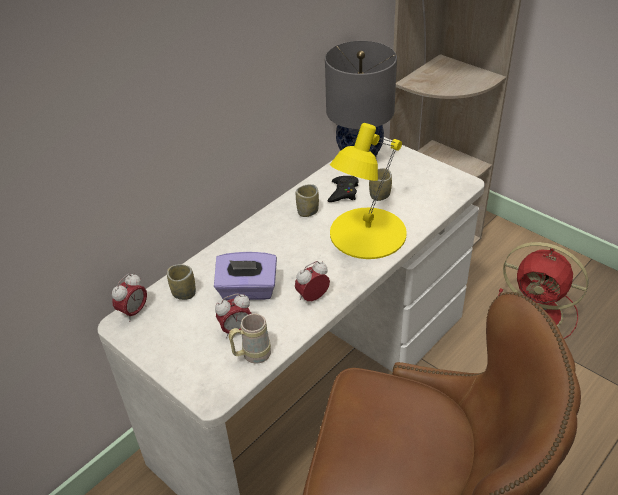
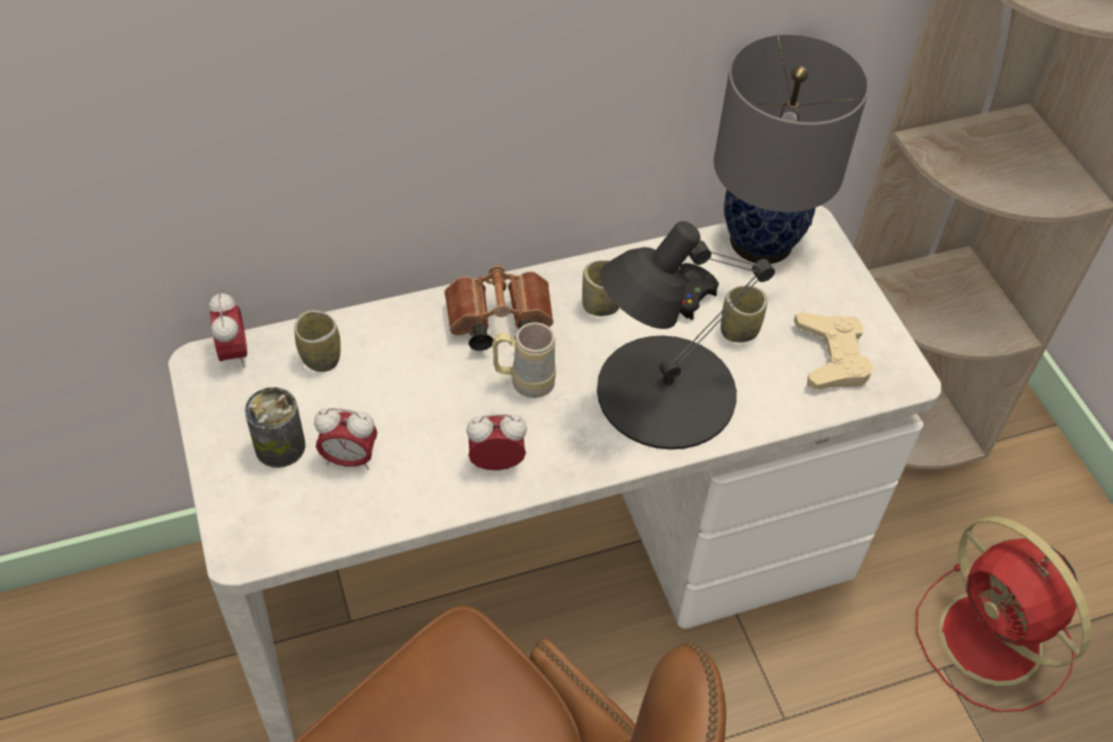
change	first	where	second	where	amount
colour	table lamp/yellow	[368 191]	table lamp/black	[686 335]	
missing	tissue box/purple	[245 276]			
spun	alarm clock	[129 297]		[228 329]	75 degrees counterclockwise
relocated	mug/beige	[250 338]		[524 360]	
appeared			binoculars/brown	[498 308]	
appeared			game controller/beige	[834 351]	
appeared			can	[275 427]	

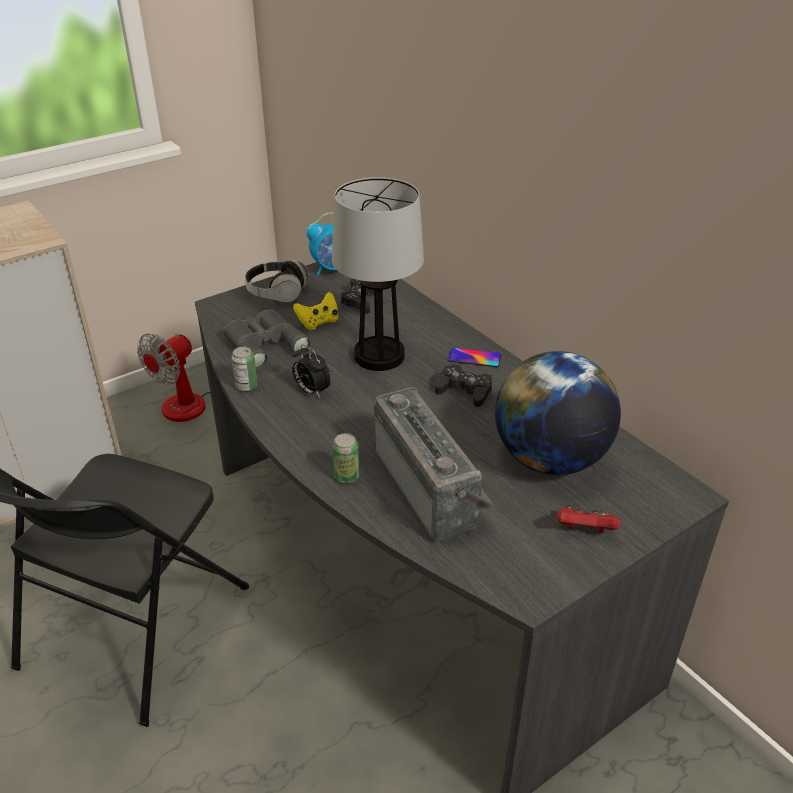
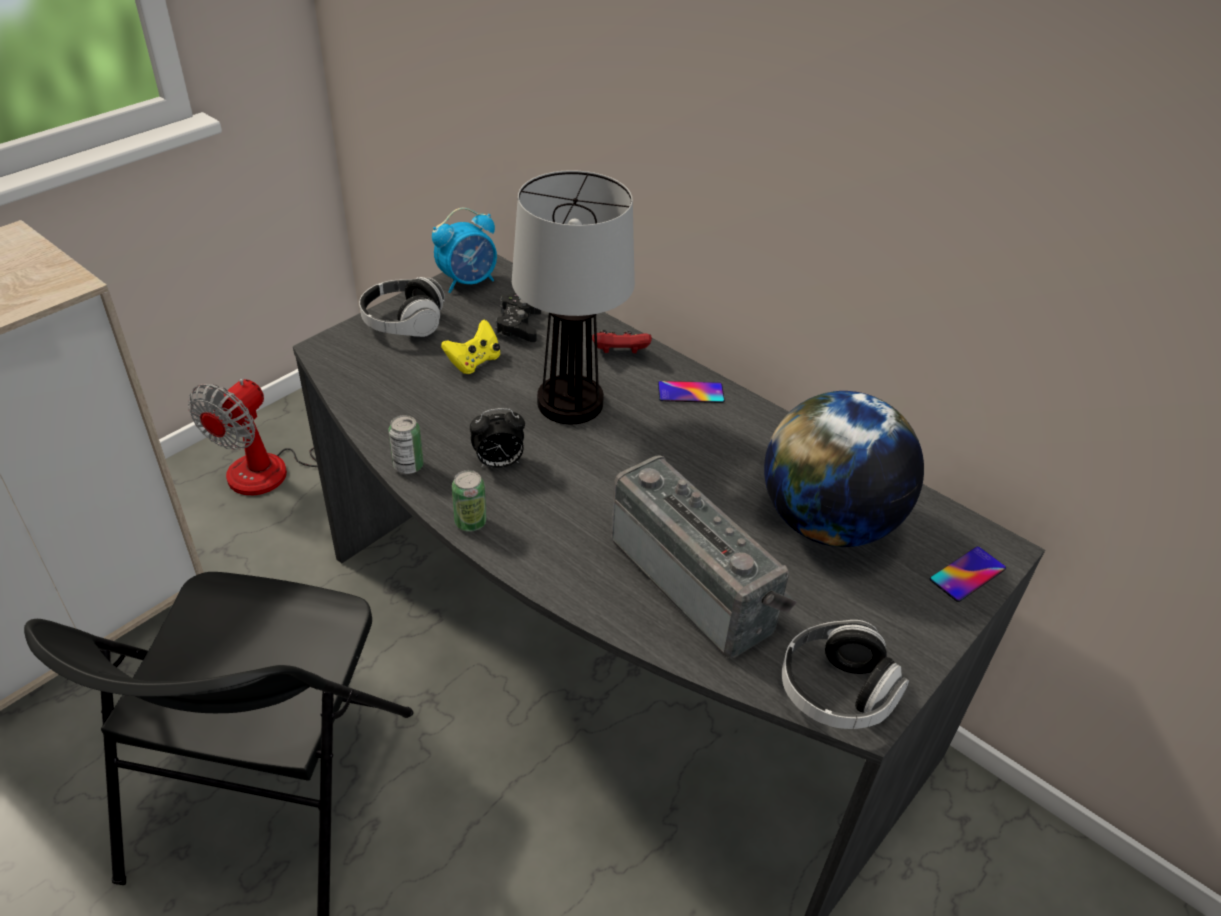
change	first	where	second	where	amount
missing	binoculars/grey	[267 340]			
spun	alarm clock	[311 371]		[497 438]	45 degrees counterclockwise
missing	game controller/black	[463 385]			
relocated	can	[345 458]		[469 501]	
relocated	game controller/red	[589 519]		[622 341]	
appeared			phone	[968 574]	
appeared			headphones	[845 674]	

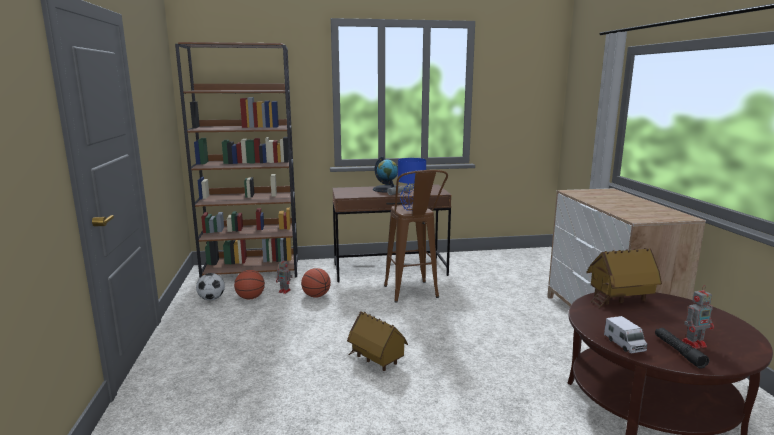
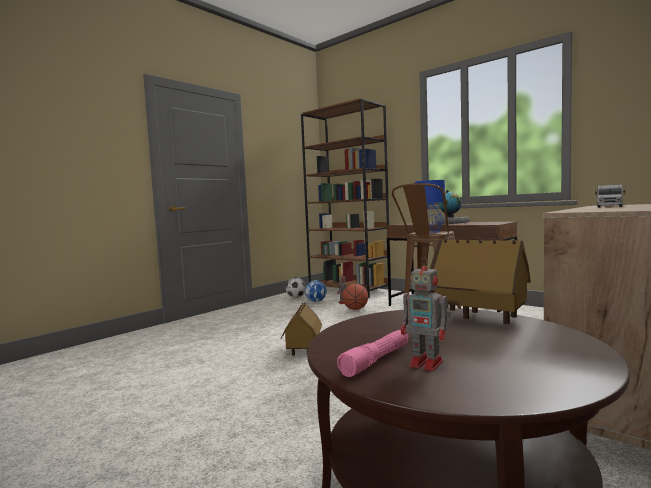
change	first	where	second	where	amount
exchanged	basketball	[249 284]	football	[316 291]	
relocated	toy truck	[625 334]		[610 195]	
colour	flashlight/black	[682 348]	flashlight/pink	[373 353]	

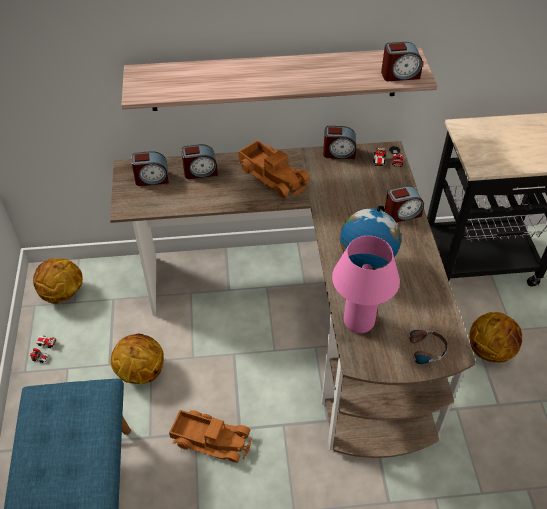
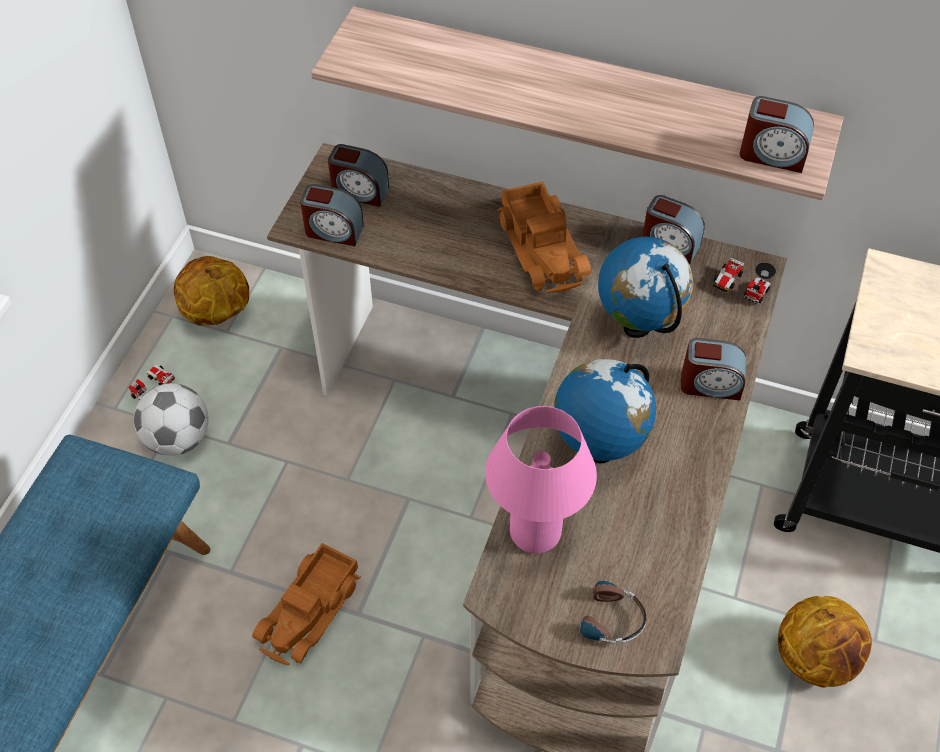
change	first	where	second	where	amount
relocated	alarm clock	[199 161]		[332 215]	
missing	basketball	[137 359]			
spun	toy truck	[210 436]		[306 604]	75 degrees clockwise
appeared			globe	[645 287]	
appeared			football	[171 419]	

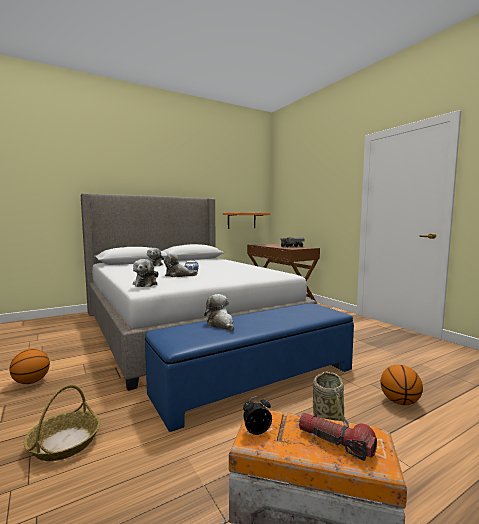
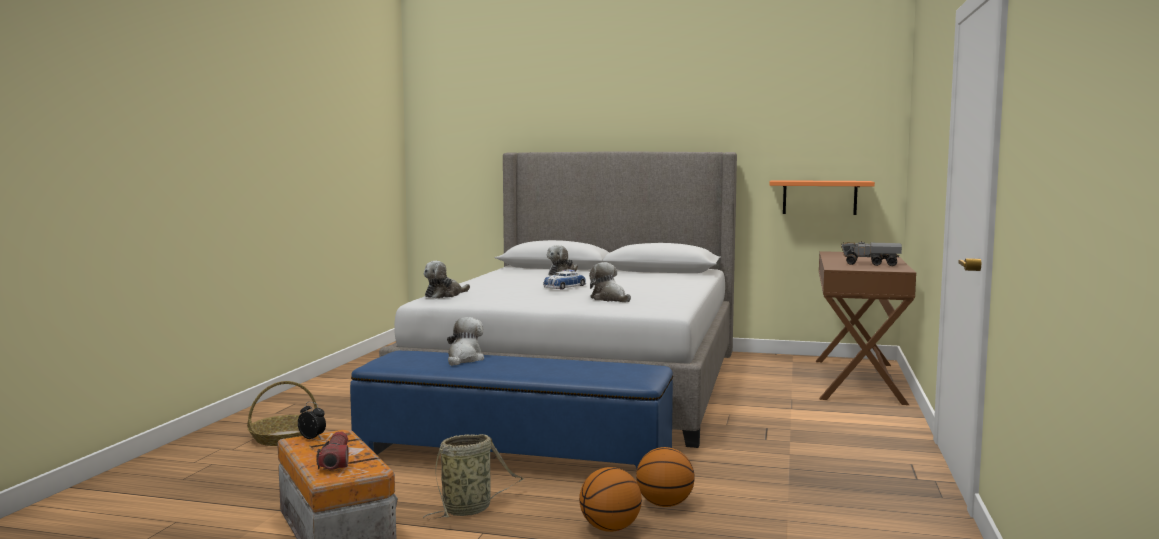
change	first	where	second	where	amount
relocated	plush toy	[181 265]		[610 282]	
relocated	basketball	[29 366]		[665 477]	

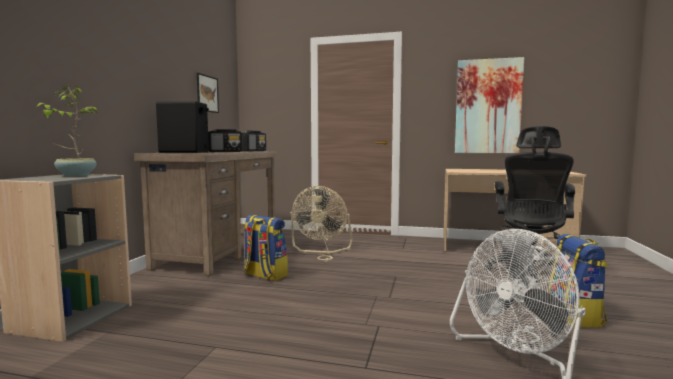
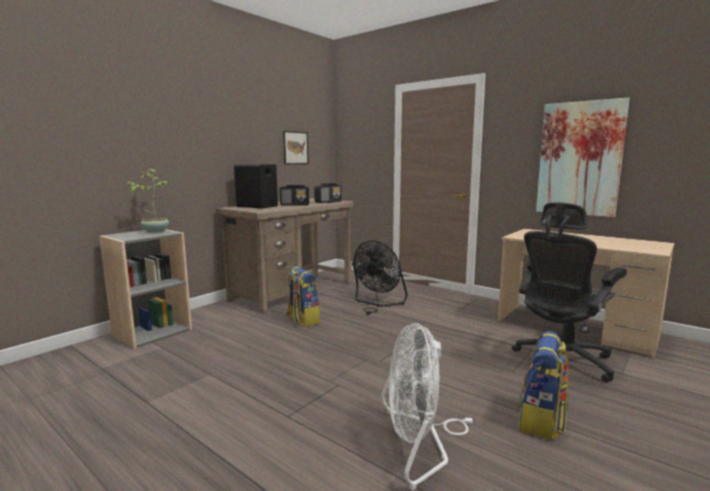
change	first	where	second	where	amount
colour	fan/beige	[321 224]	fan/black	[380 277]	

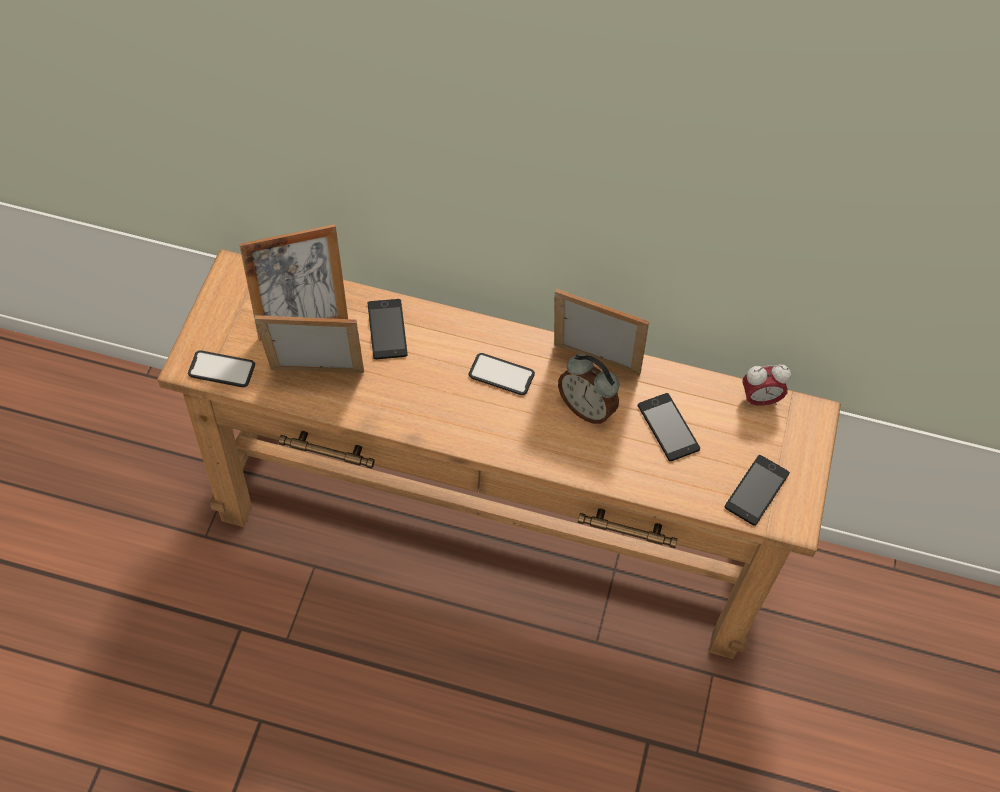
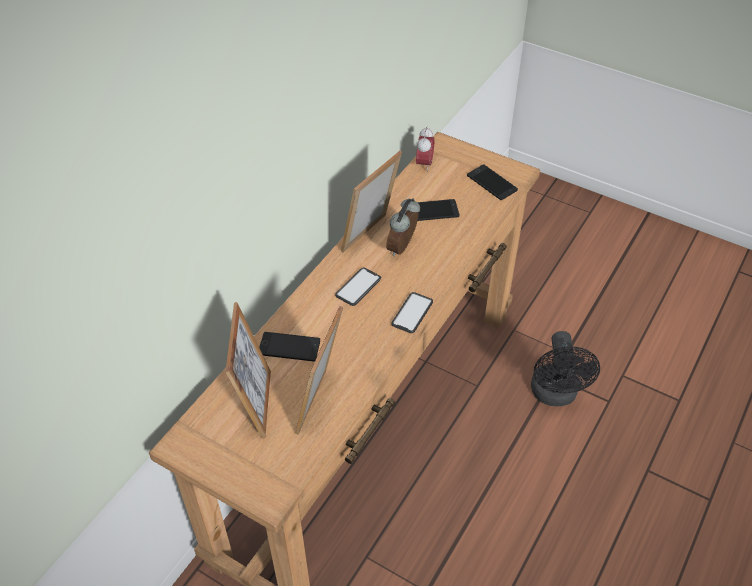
change	first	where	second	where	amount
relocated	phone	[221 368]		[412 312]	
spun	alarm clock	[588 389]		[403 227]	150 degrees clockwise
appeared			fan/black	[565 368]	

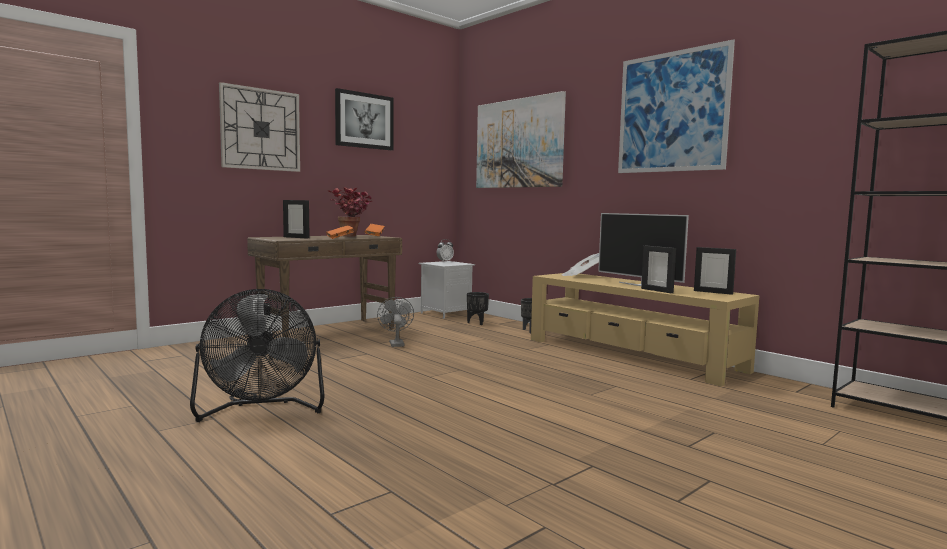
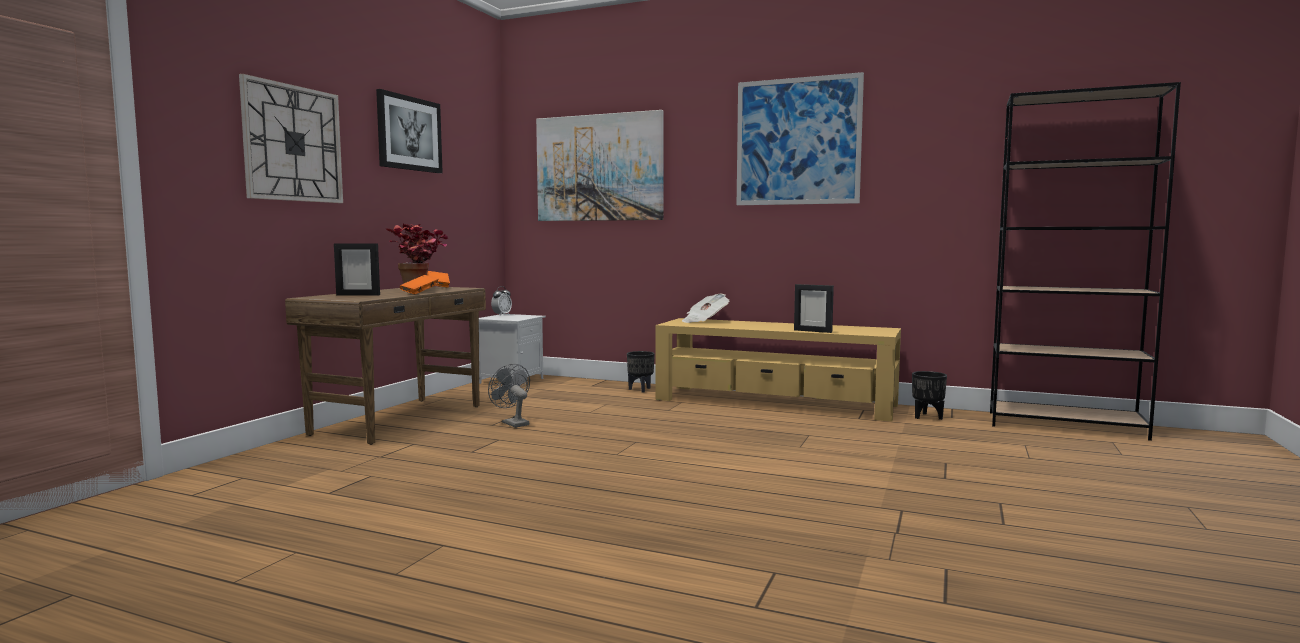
change	first	where	second	where	amount
missing	television	[643 249]			
missing	picture frame	[715 271]			
missing	fan/black	[257 355]			
relocated	planter/black	[478 308]		[929 395]	

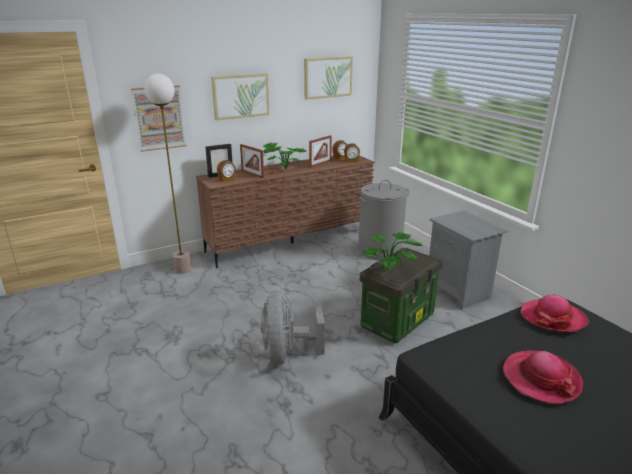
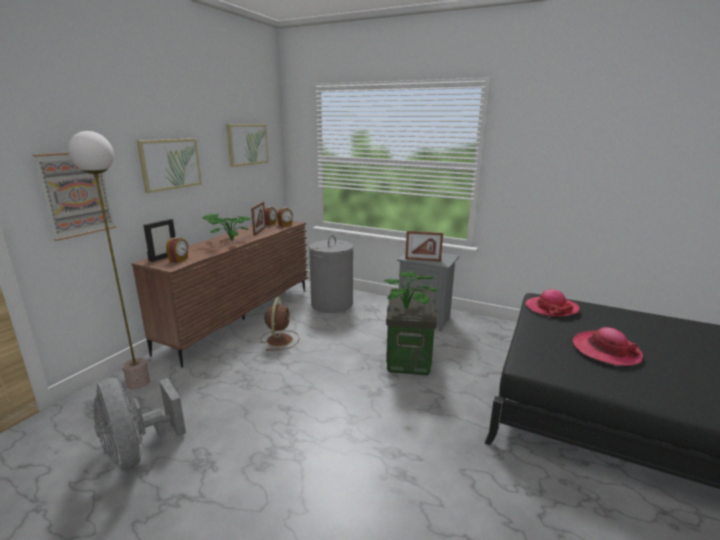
change	first	where	second	where	amount
relocated	picture frame	[252 161]		[424 246]	
relocated	fan/grey	[293 327]		[140 424]	
appeared			fan/brown	[279 324]	

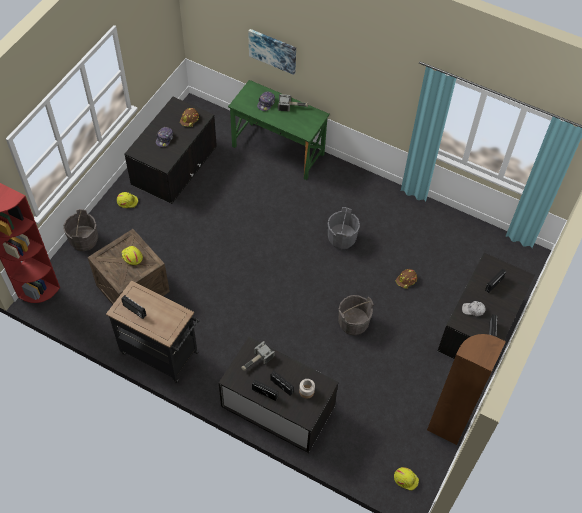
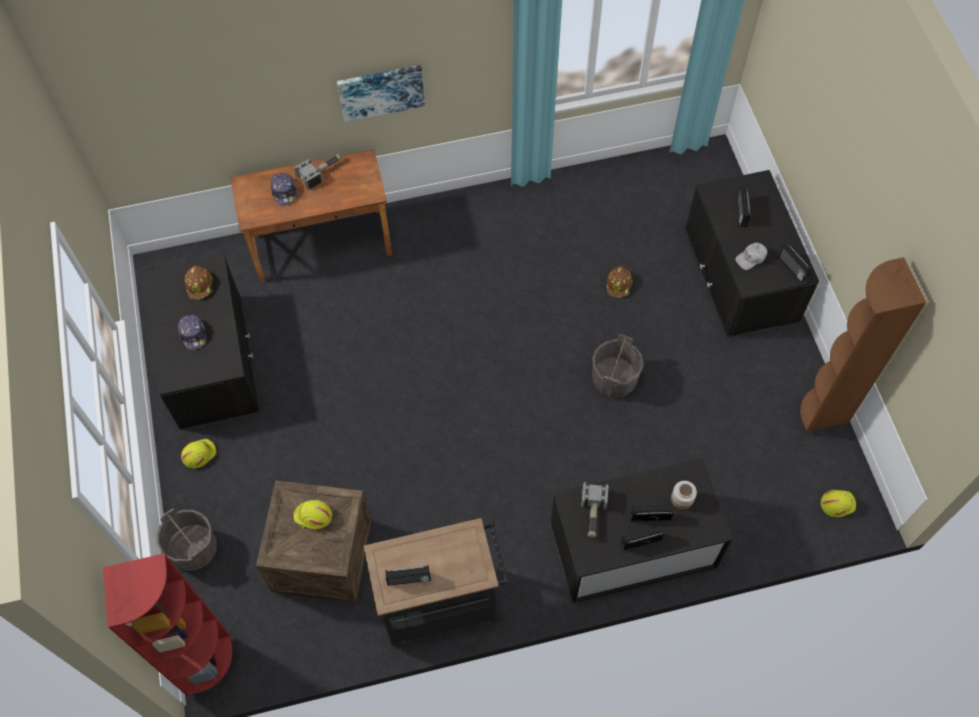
change	first	where	second	where	amount
relocated	picture	[272 52]		[381 93]	
colour	desk/green	[279 130]	desk/brown	[311 216]	
missing	bucket/grey	[344 228]			

